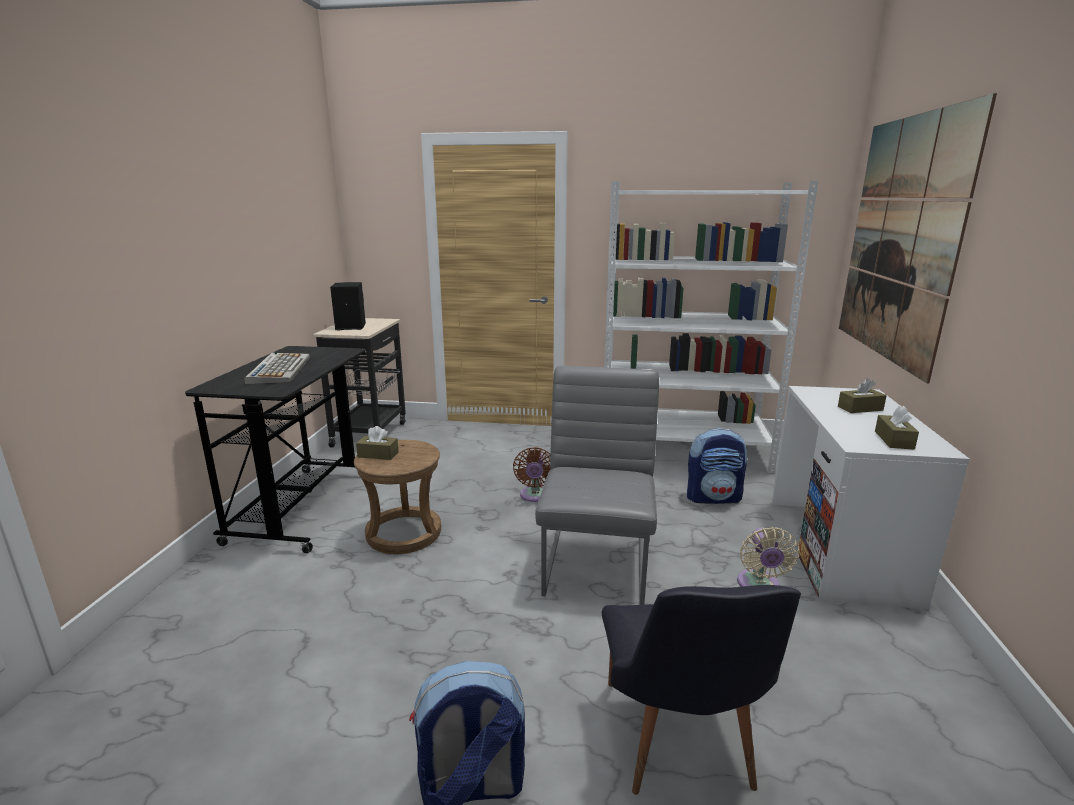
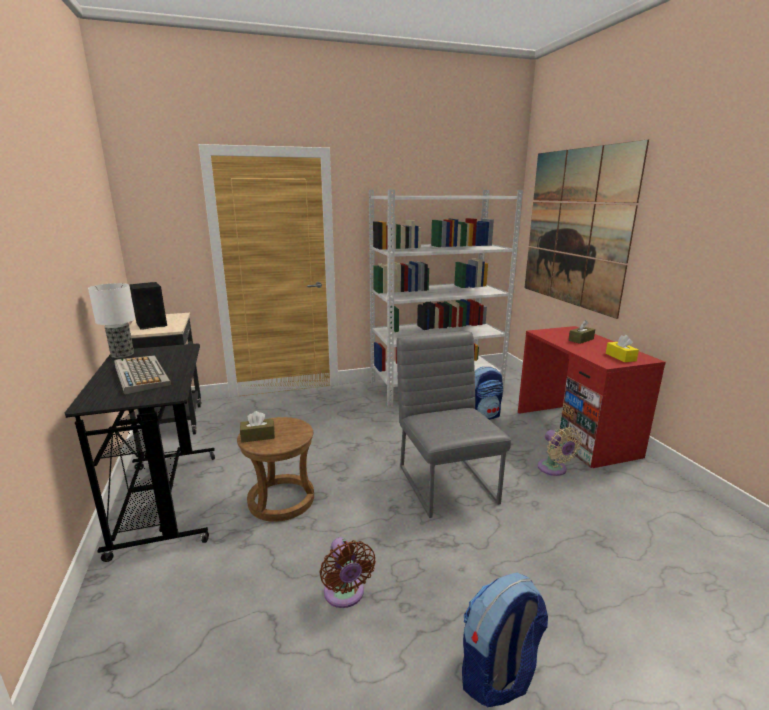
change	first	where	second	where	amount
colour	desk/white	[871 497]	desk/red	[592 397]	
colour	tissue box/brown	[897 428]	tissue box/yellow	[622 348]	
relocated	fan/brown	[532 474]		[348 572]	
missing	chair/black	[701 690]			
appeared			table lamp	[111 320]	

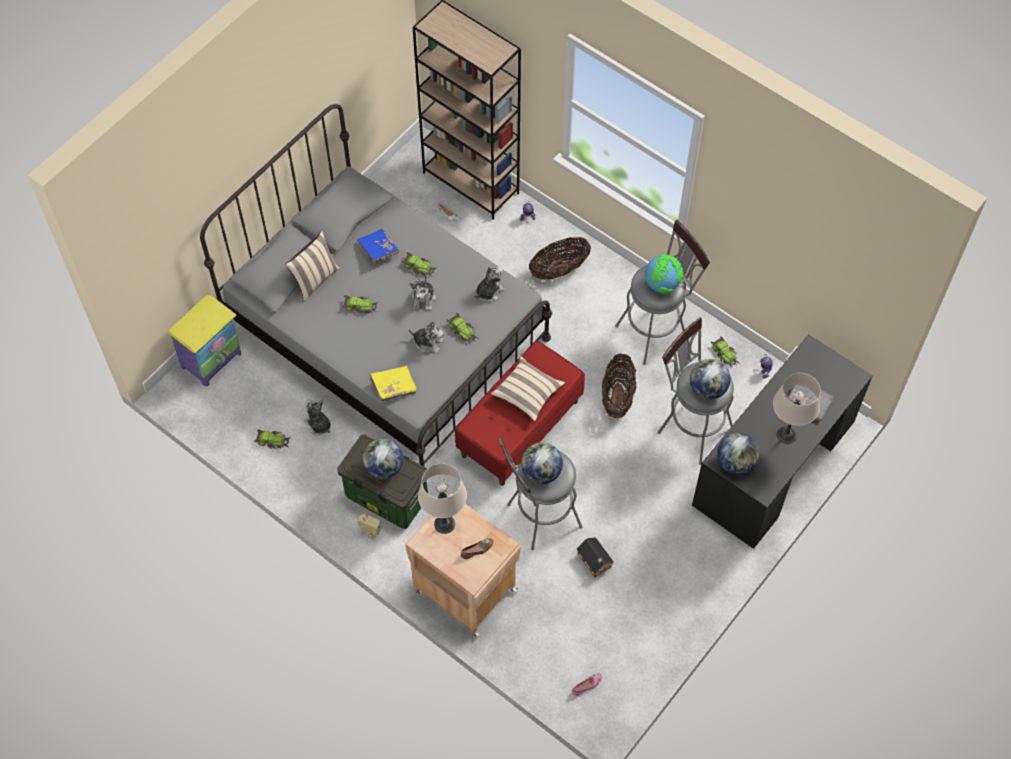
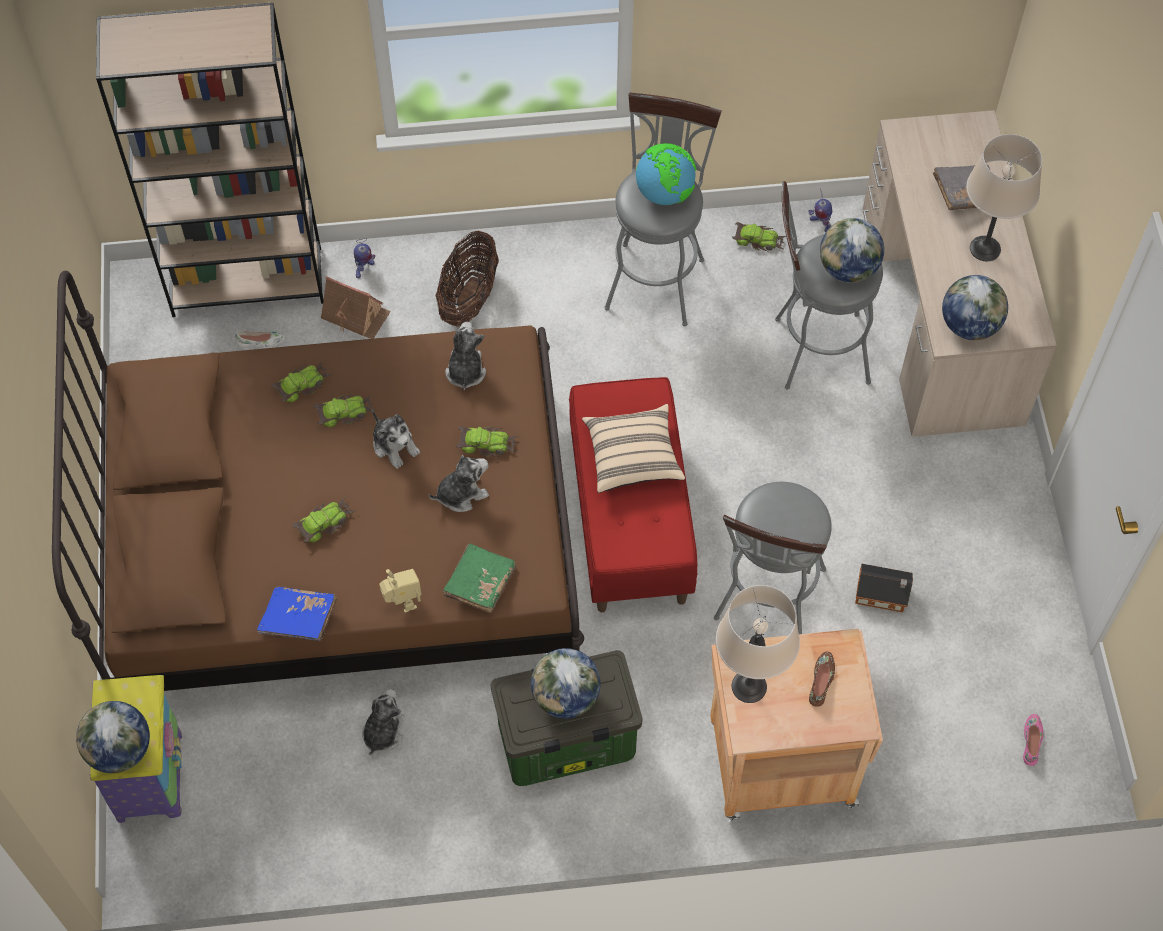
change	first	where	second	where	amount
colour	bed/grey	[376 285]	bed/brown	[318 481]	
relocated	book/blue	[378 246]		[297 614]	
missing	pillow/beige	[313 266]			
colour	desk/black	[782 441]	desk/beige	[959 273]	
missing	basket	[619 385]			
colour	book/yellow	[393 383]	book/green	[479 578]	
spun	plush toy	[317 417]		[383 722]	105 degrees clockwise
relocated	toy car	[272 439]		[301 382]	
relocated	globe	[542 463]		[113 737]	
relocated	toy robot	[369 525]		[400 591]	
appeared			toy house	[356 307]	

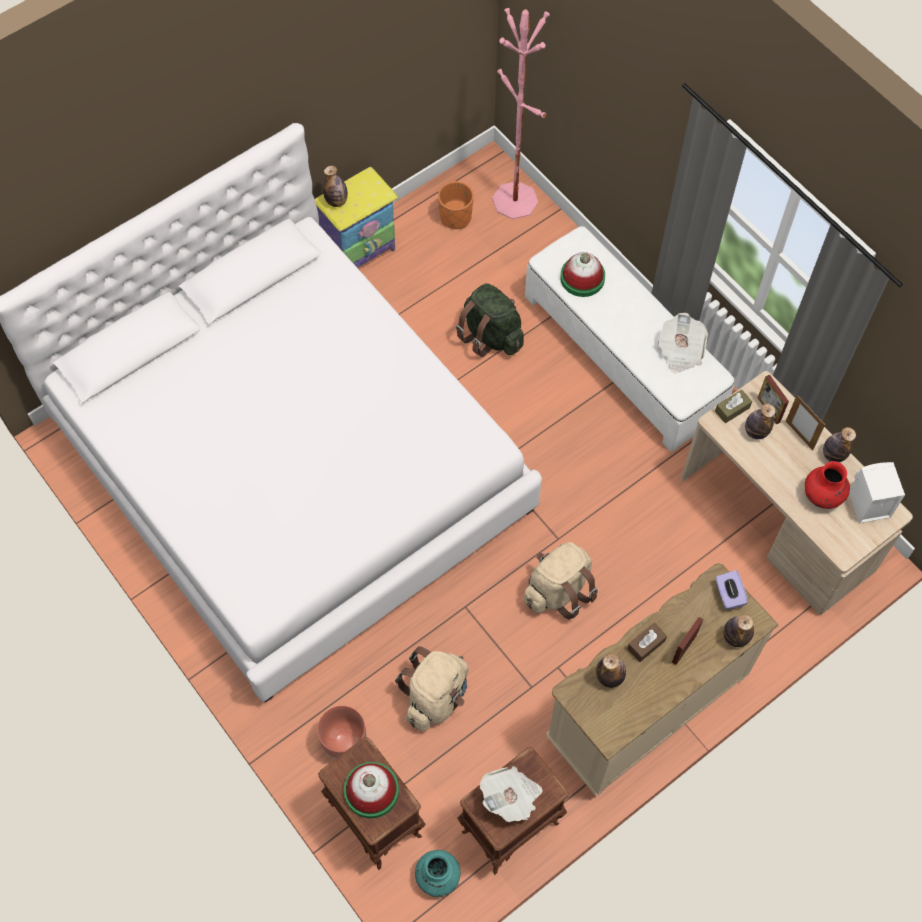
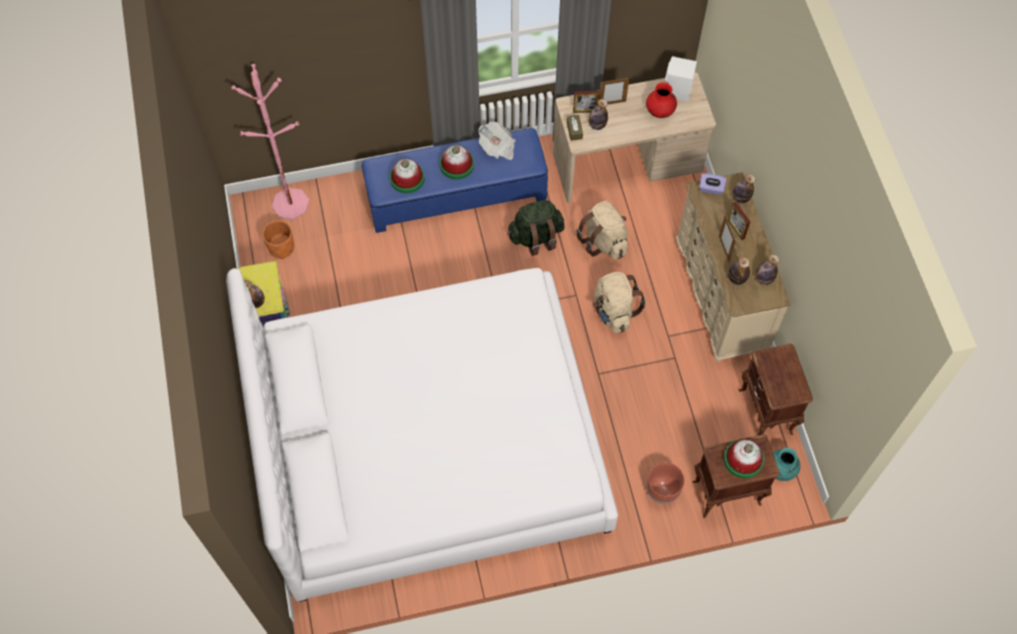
change	first	where	second	where	amount
colour	bench/white	[629 339]	bench/blue	[455 180]	
relocated	backpack/green	[490 320]		[536 228]	
relocated	bottle	[839 444]		[767 270]	
exchanged	tissue box/brown	[647 642]	picture frame	[727 238]	
relocated	backpack/beige	[431 688]		[602 230]	
missing	newspaper	[511 794]			
appeared			hat	[457 162]	

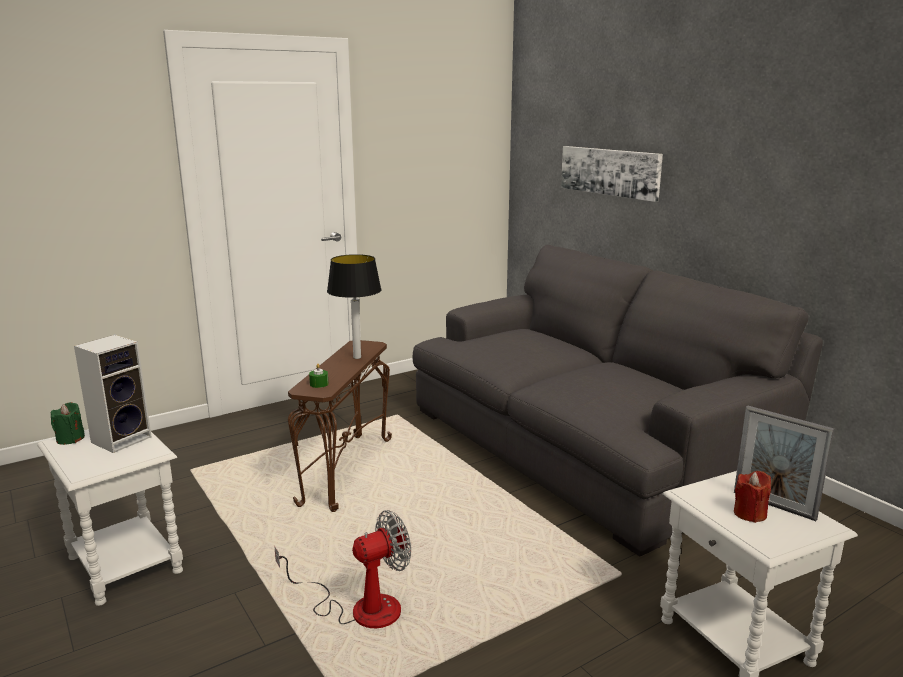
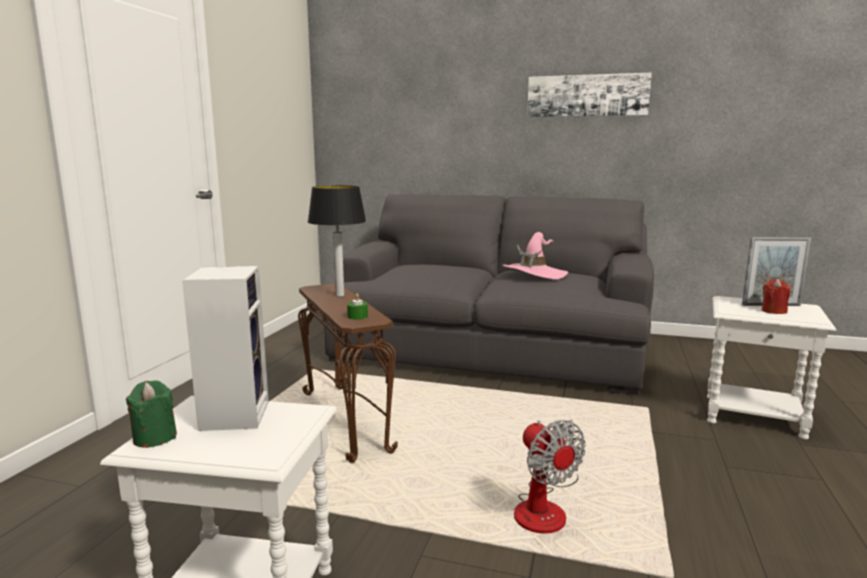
change	first	where	second	where	amount
relocated	picture	[612 174]		[589 95]	
spun	fan	[342 569]		[550 477]	135 degrees clockwise
appeared			hat/pink	[535 255]	

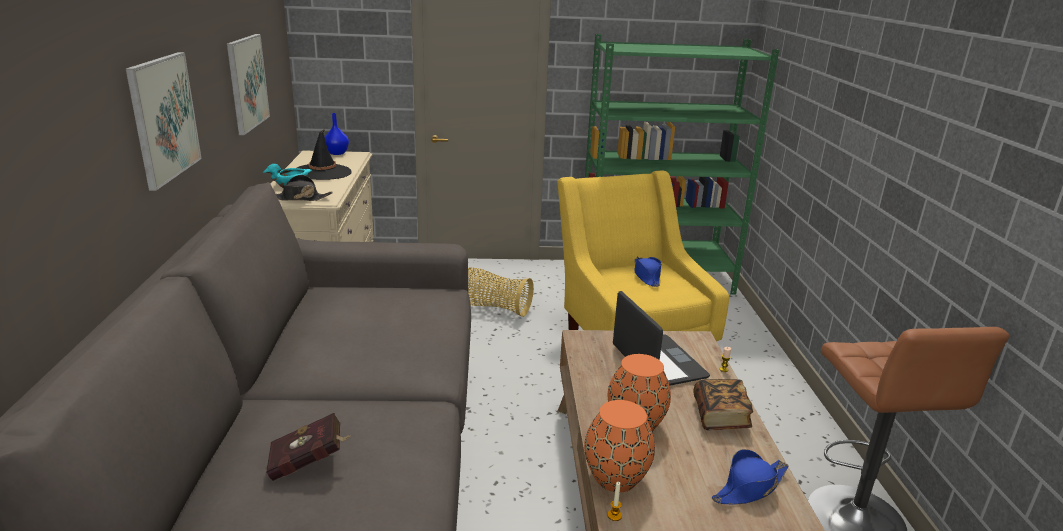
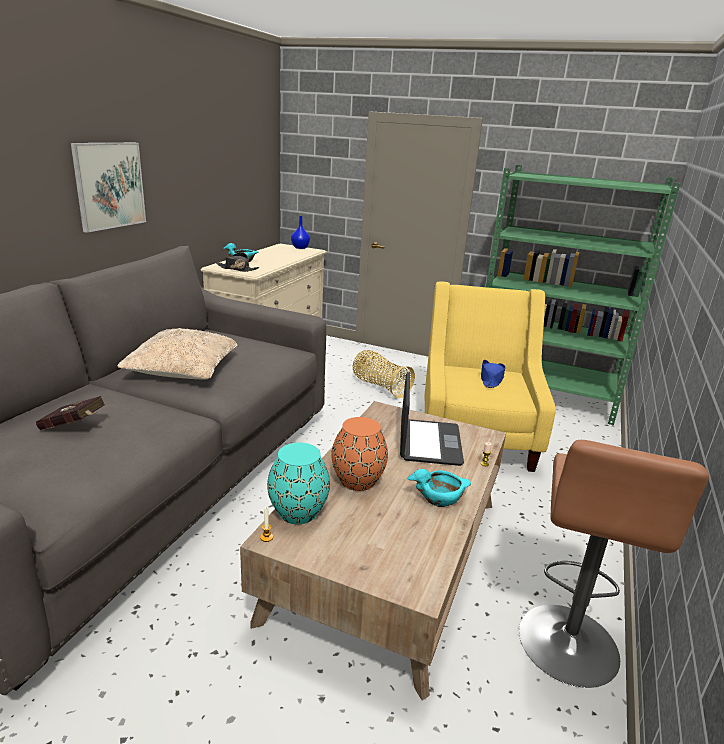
change	first	where	second	where	amount
missing	picture	[248 84]			
missing	hat/black	[324 154]			
exchanged	book	[723 405]	bowl/turquoise	[439 488]	
colour	vase/orange	[619 446]	vase/turquoise	[298 483]	
missing	hat/blue	[750 477]			
appeared			pillow/beige	[177 353]	

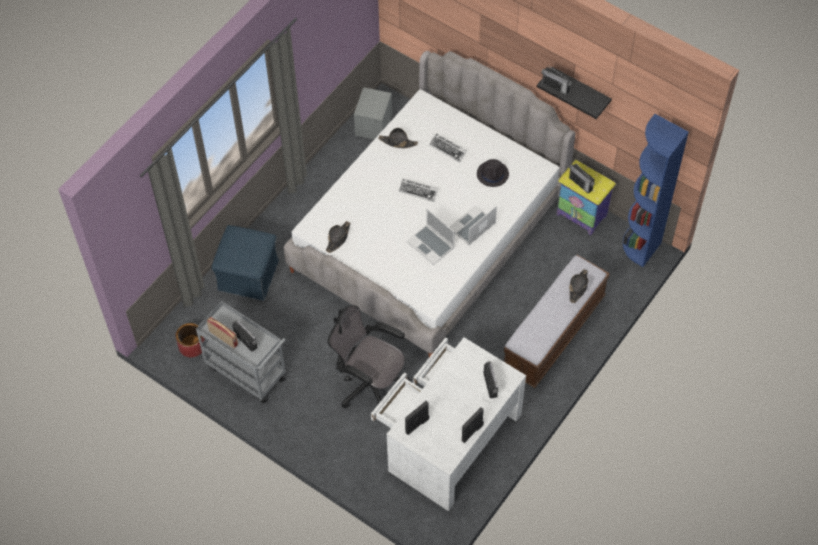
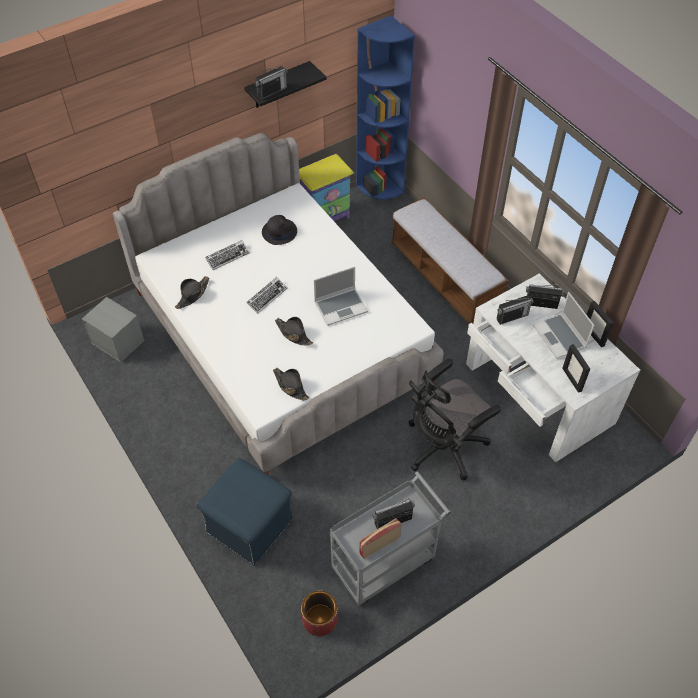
change	first	where	second	where	amount
relocated	radio	[582 178]		[515 310]	
relocated	laptop	[473 225]		[563 325]	
relocated	hat/black	[579 286]		[294 331]	

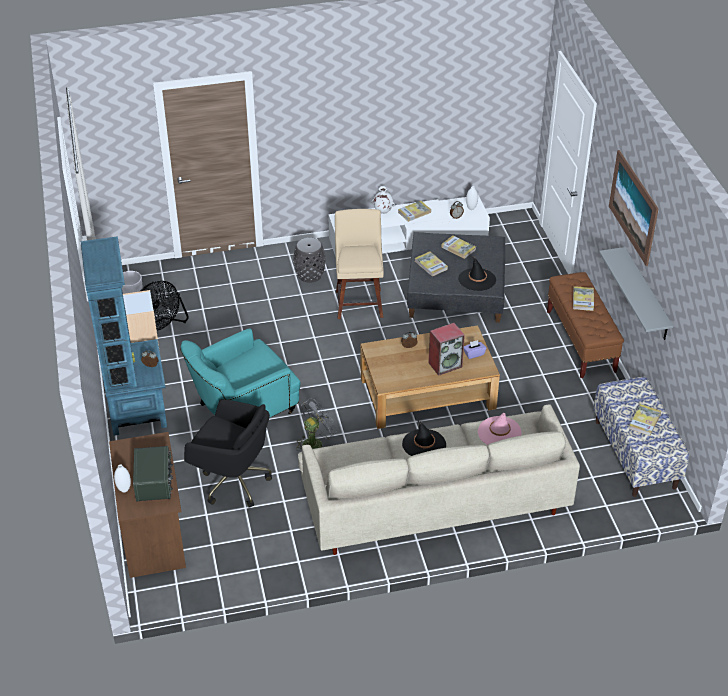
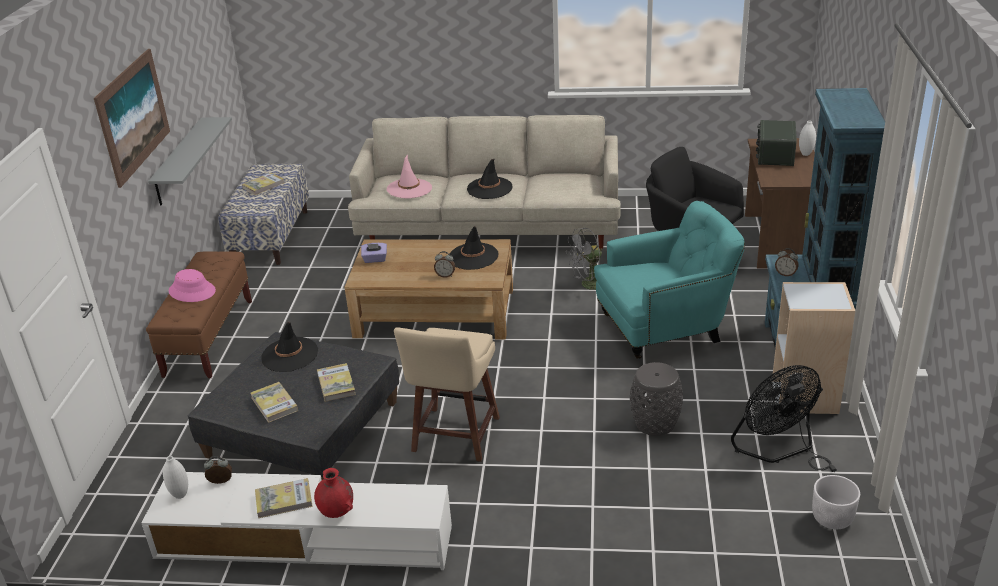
change	first	where	second	where	amount
colour	vase/white	[383 200]	vase/red	[333 493]	
relocated	stool/grey	[309 260]		[656 399]	
exchanged	book	[583 298]	hat/pink	[192 285]	
missing	speaker	[446 349]			
appeared			hat/black	[474 248]	

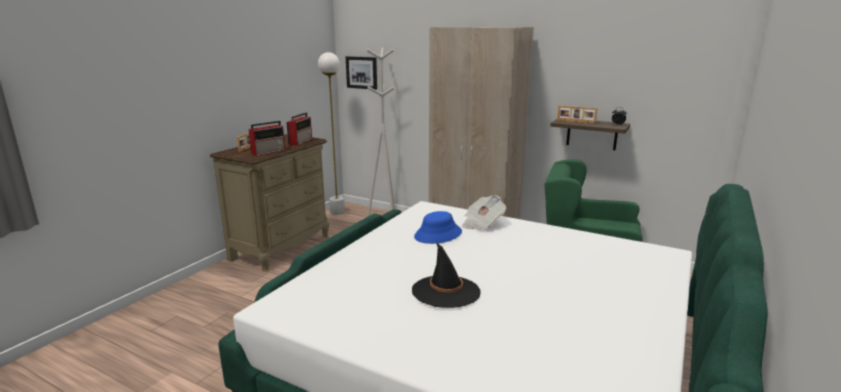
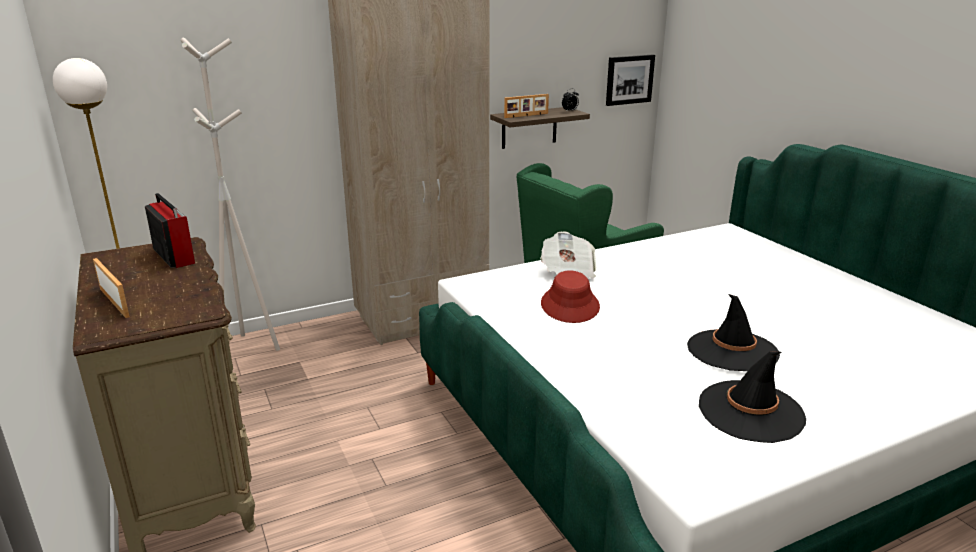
change	first	where	second	where	amount
relocated	picture	[361 73]		[630 80]	
missing	radio	[267 138]			
colour	hat/blue	[438 227]	hat/red	[570 296]	
appeared			hat/black	[752 396]	

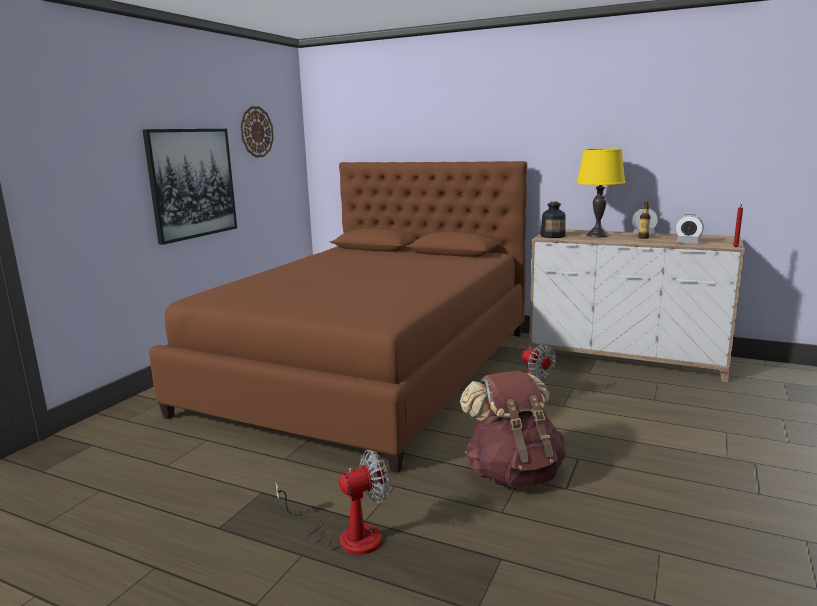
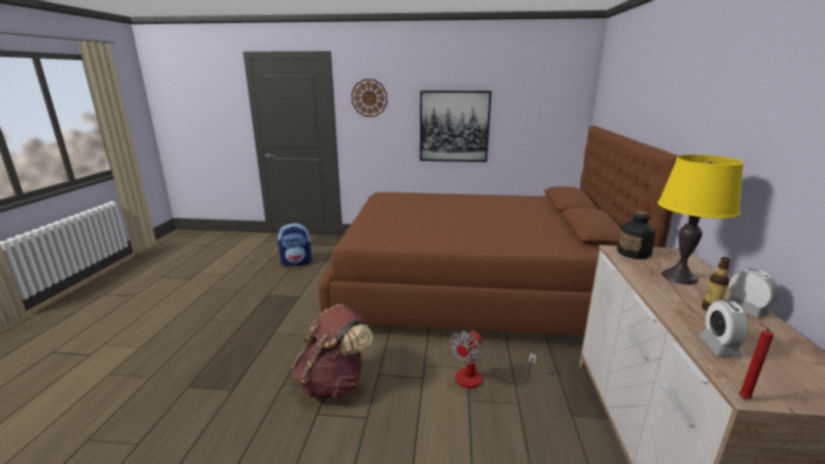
change	first	where	second	where	amount
relocated	wall clock	[257 132]		[369 98]	
missing	fan	[332 502]			
appeared			backpack	[295 244]	

